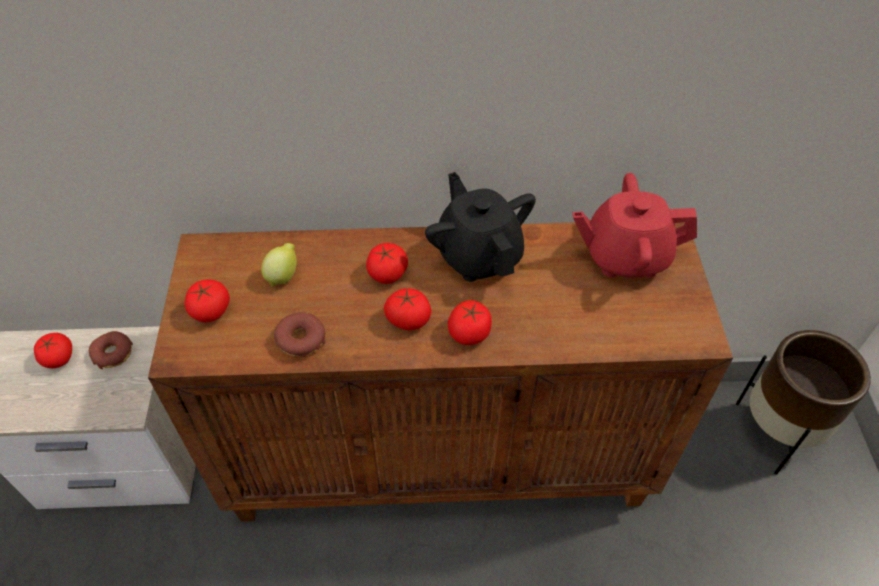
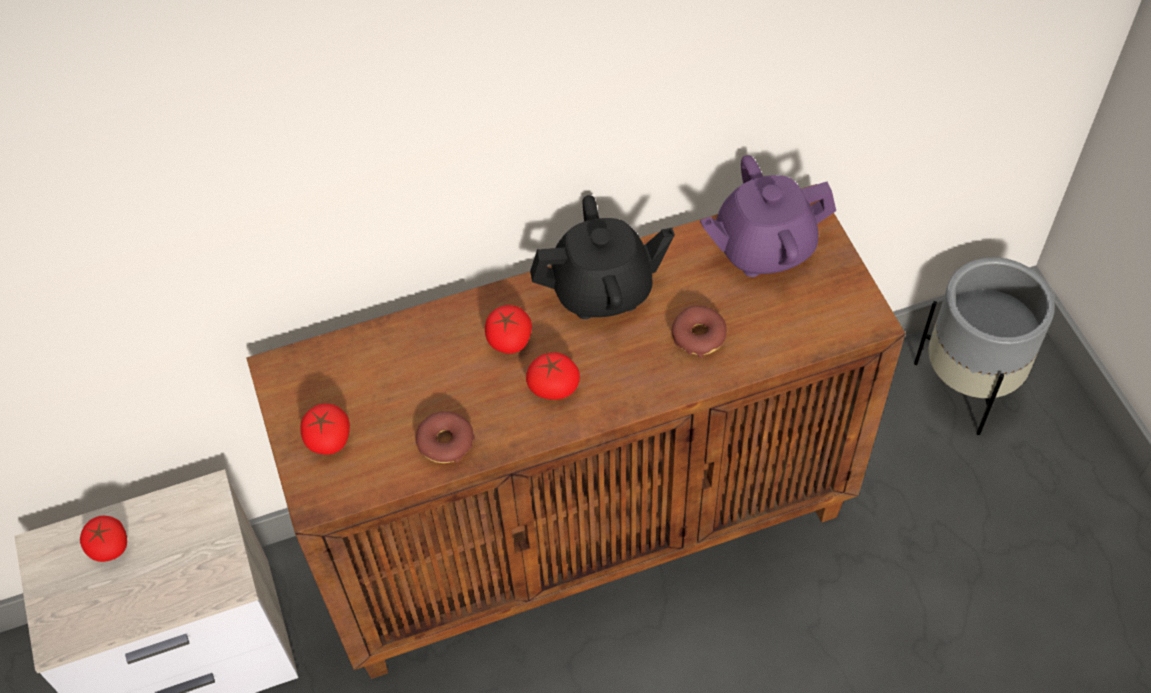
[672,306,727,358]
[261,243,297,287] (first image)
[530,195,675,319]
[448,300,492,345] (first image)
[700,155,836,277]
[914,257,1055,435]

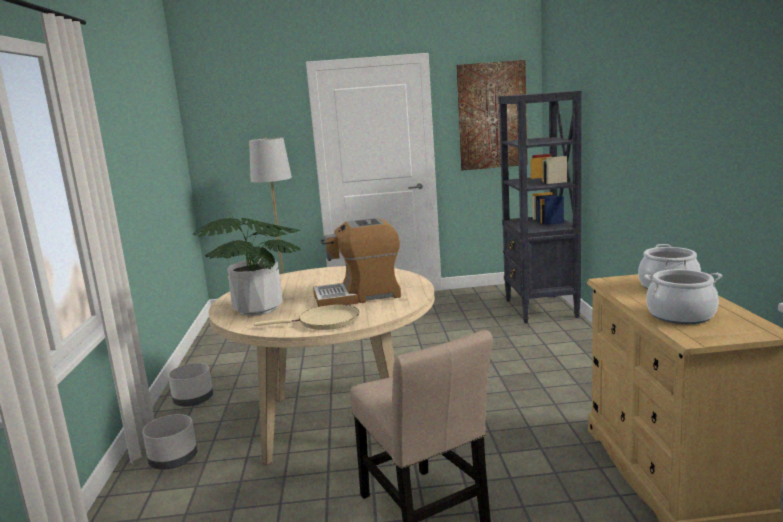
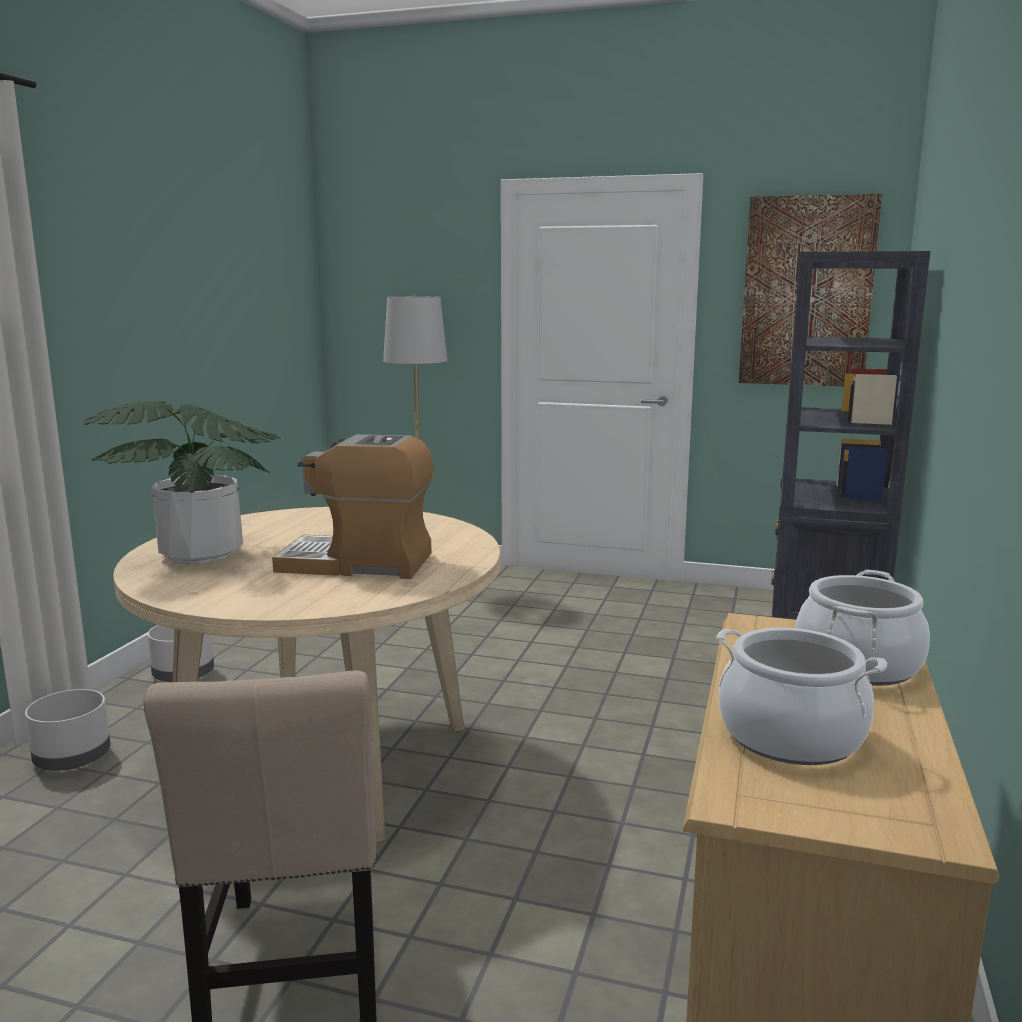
[254,305,359,330] (first image)

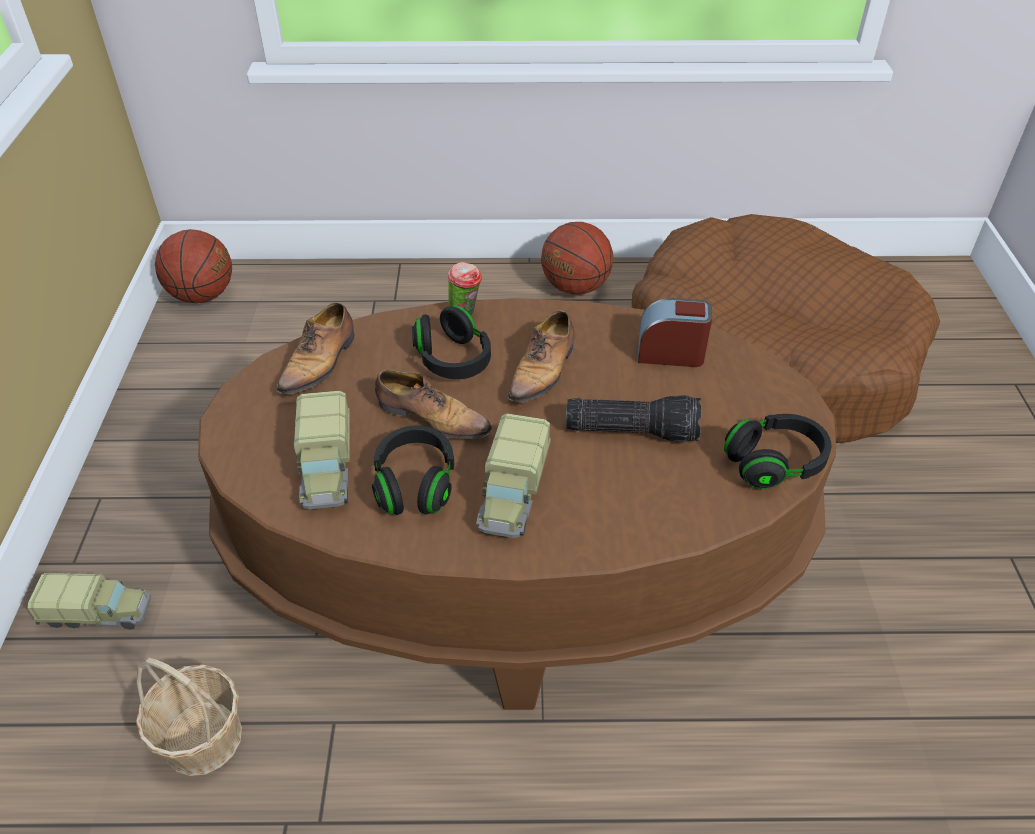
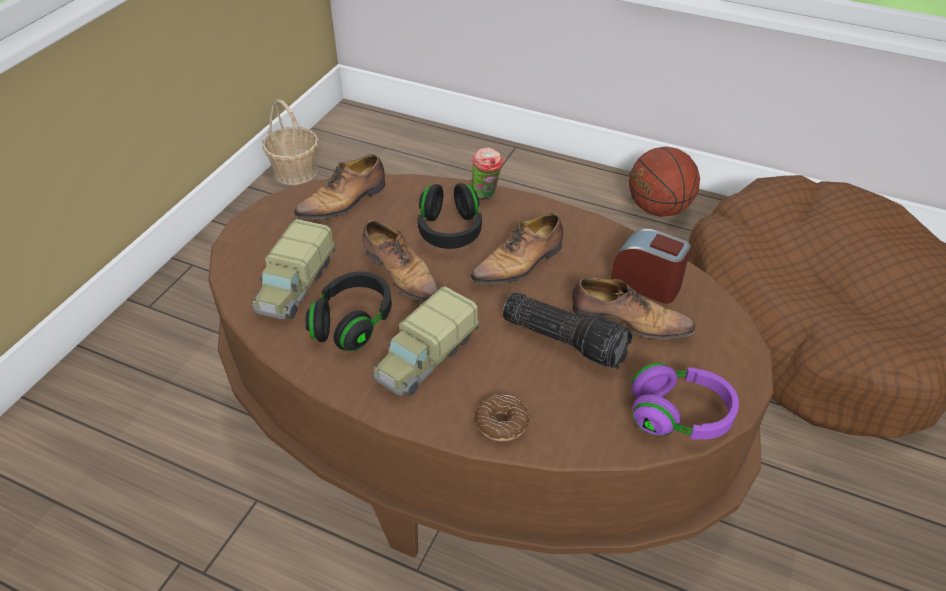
[28,573,151,630] (first image)
[262,99,319,185]
[155,229,232,303] (first image)
[632,363,739,440]
[474,395,530,441]
[572,278,695,339]

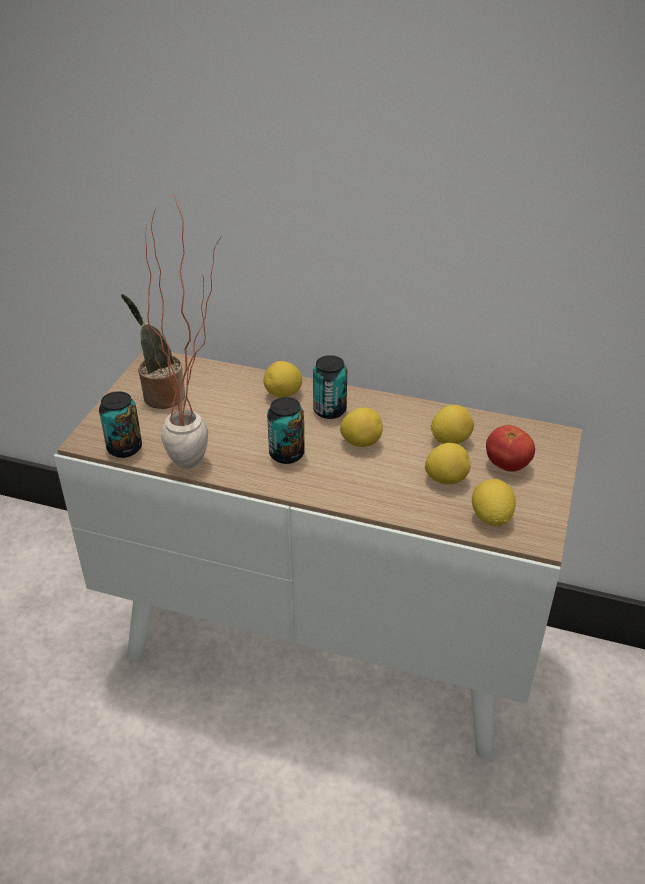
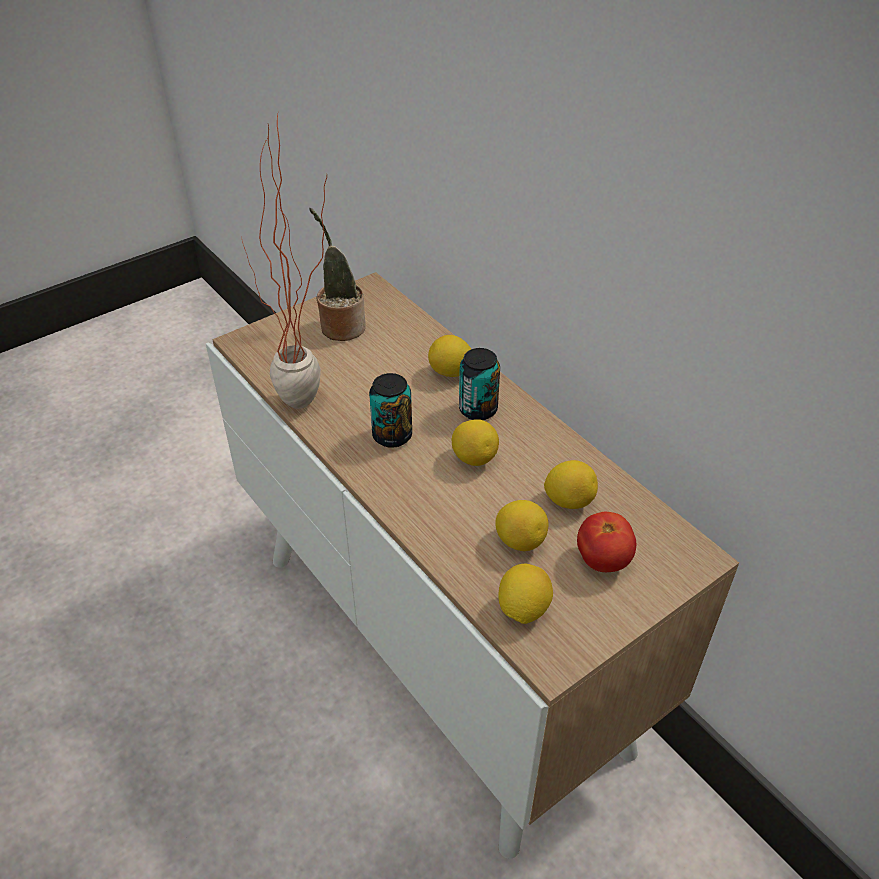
[99,391,142,458] (first image)

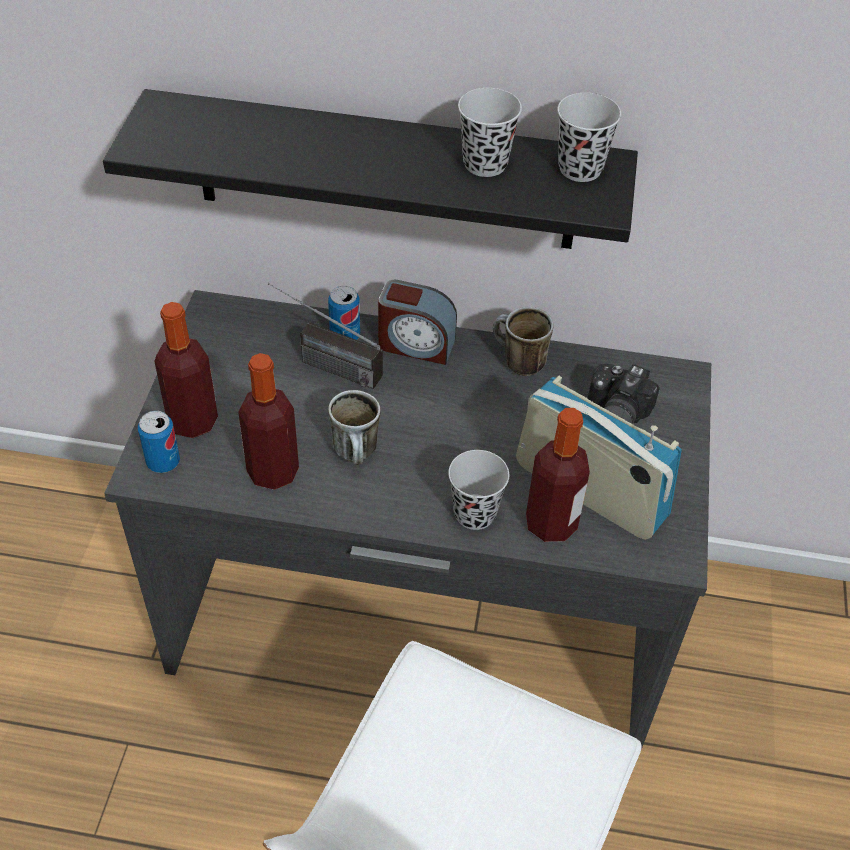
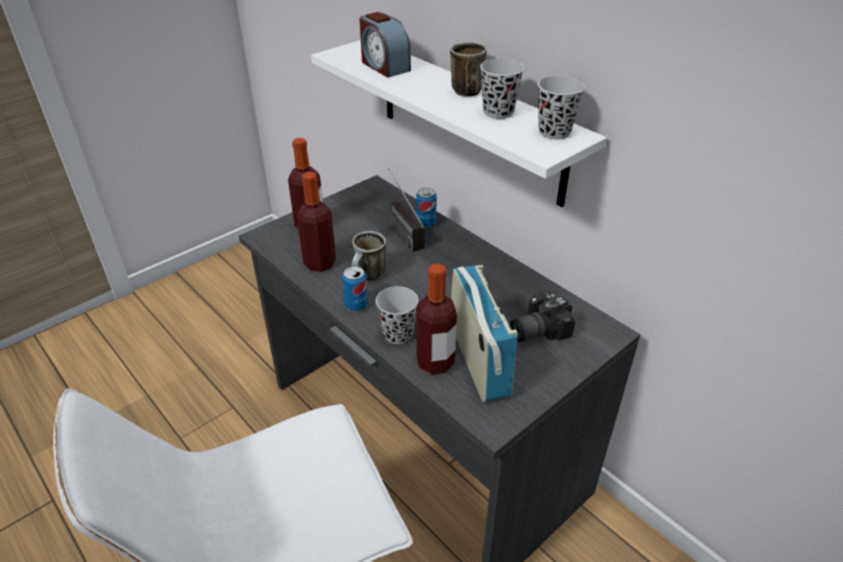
[311,40,607,207]
[342,266,368,311]
[360,12,411,78]
[450,42,487,97]

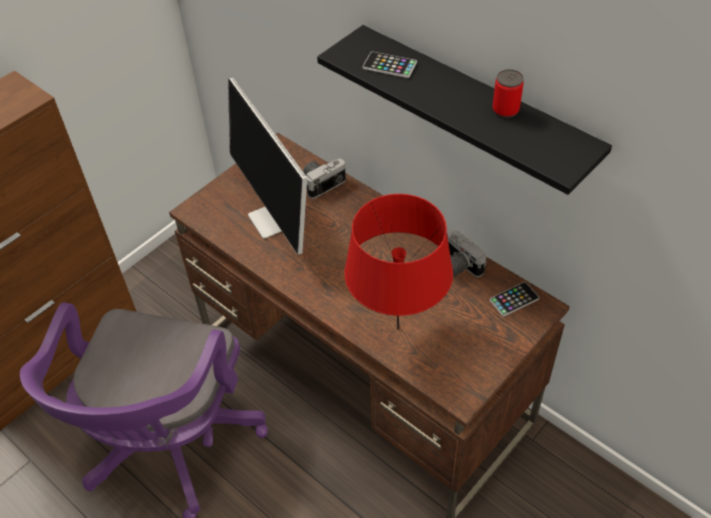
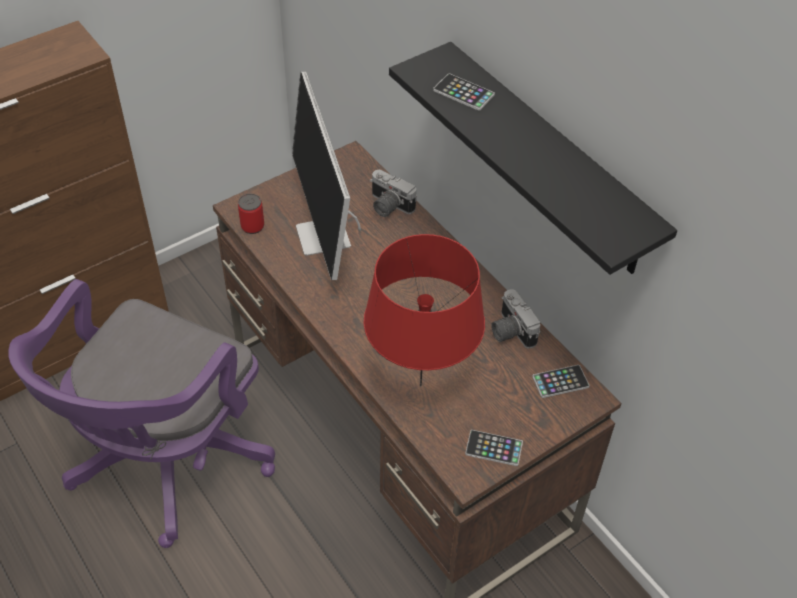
[370,170,417,217]
[238,194,264,234]
[465,430,523,466]

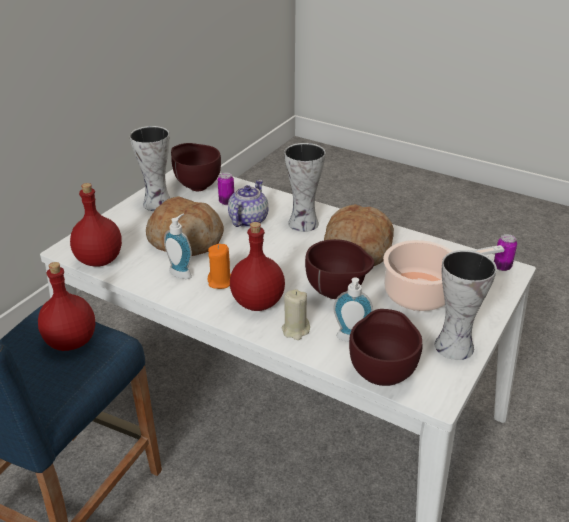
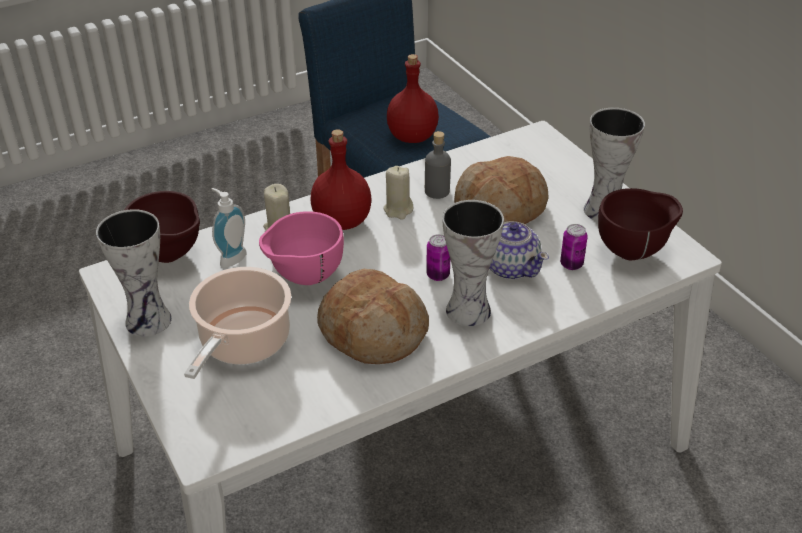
[70,183,122,266] (first image)
[425,131,451,199]
[383,166,413,219]
[259,211,344,285]
[426,234,450,281]

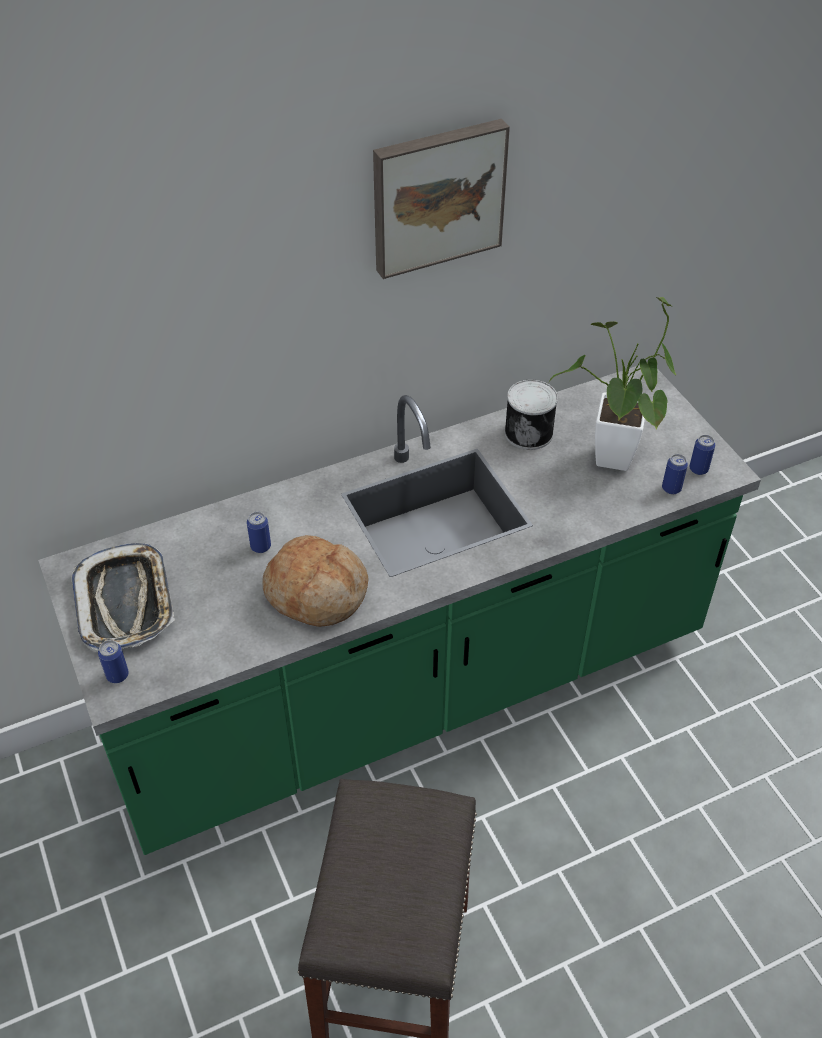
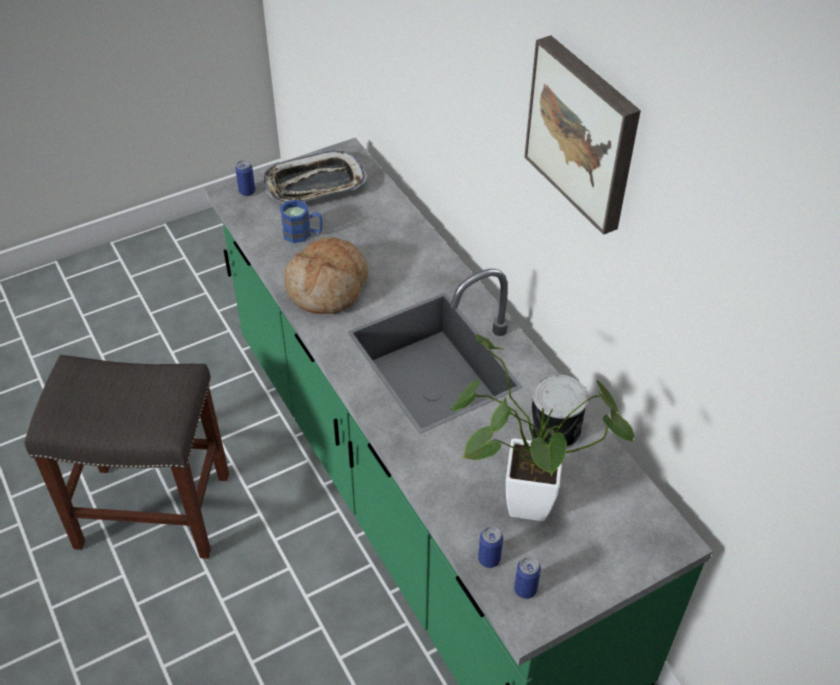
[247,512,271,553] (first image)
[280,200,322,243]

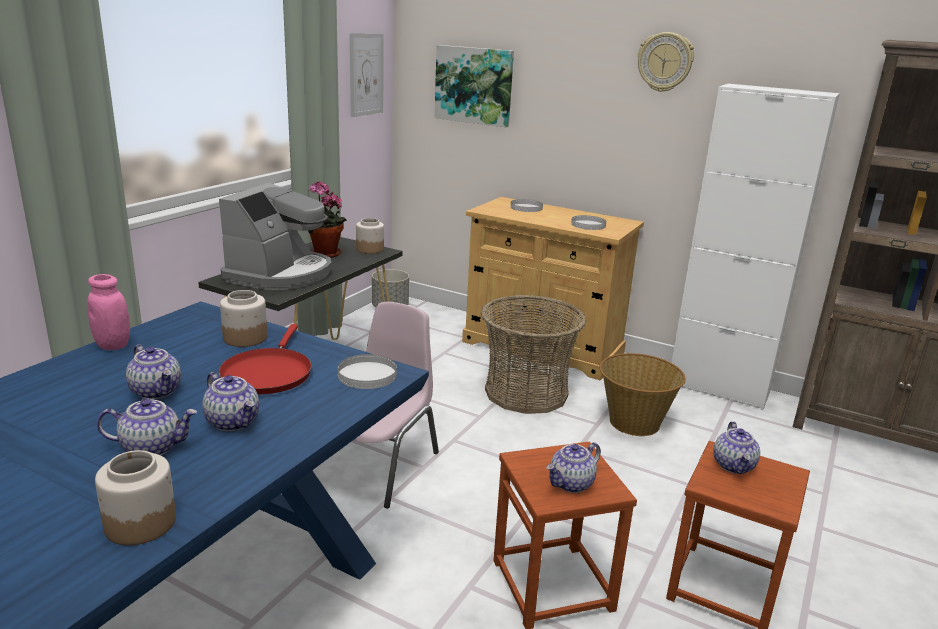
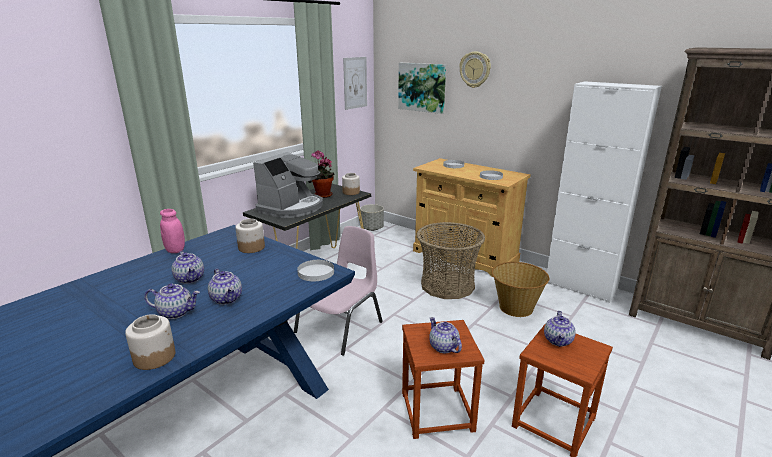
[219,324,312,394] (first image)
[429,317,462,353]
[459,52,491,88]

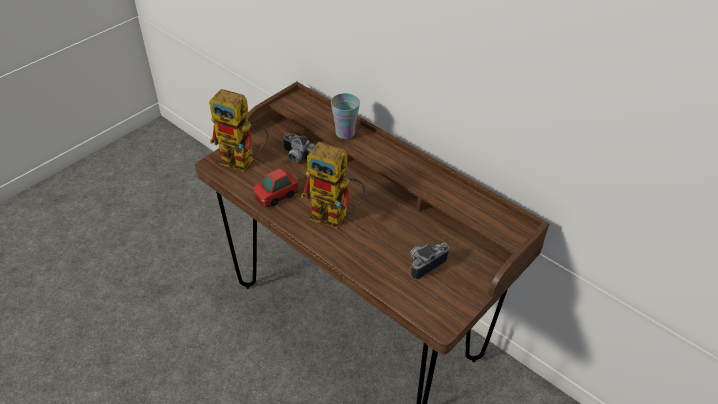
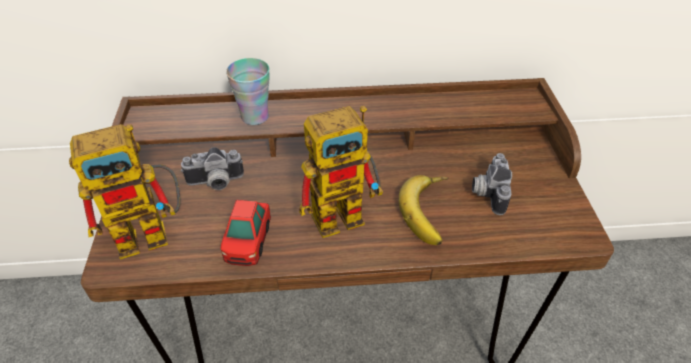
[399,175,448,245]

